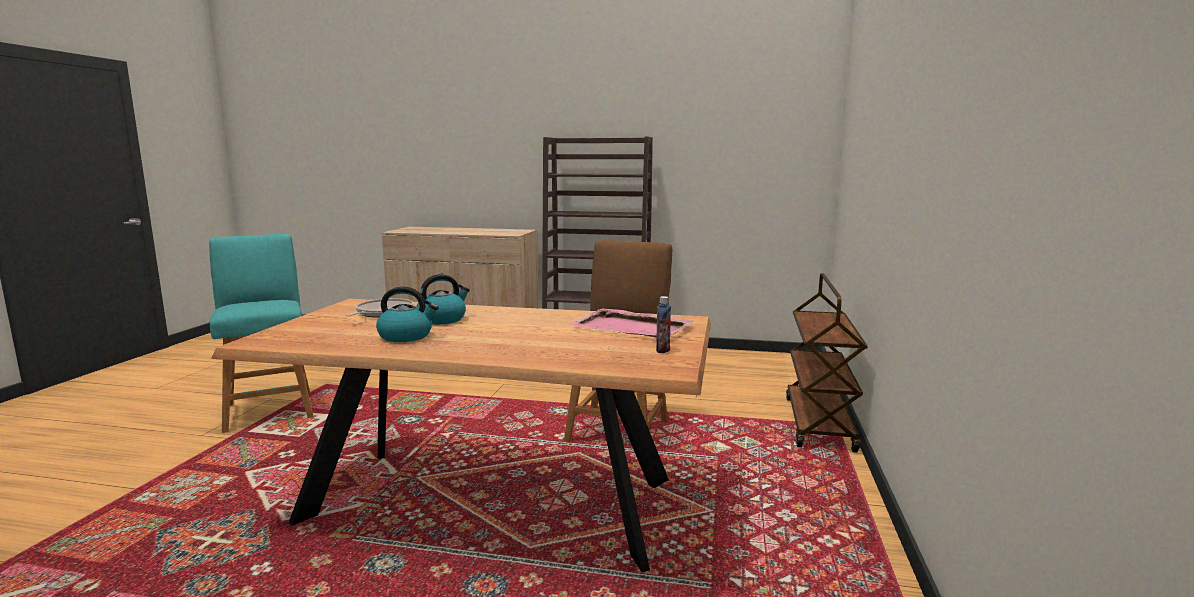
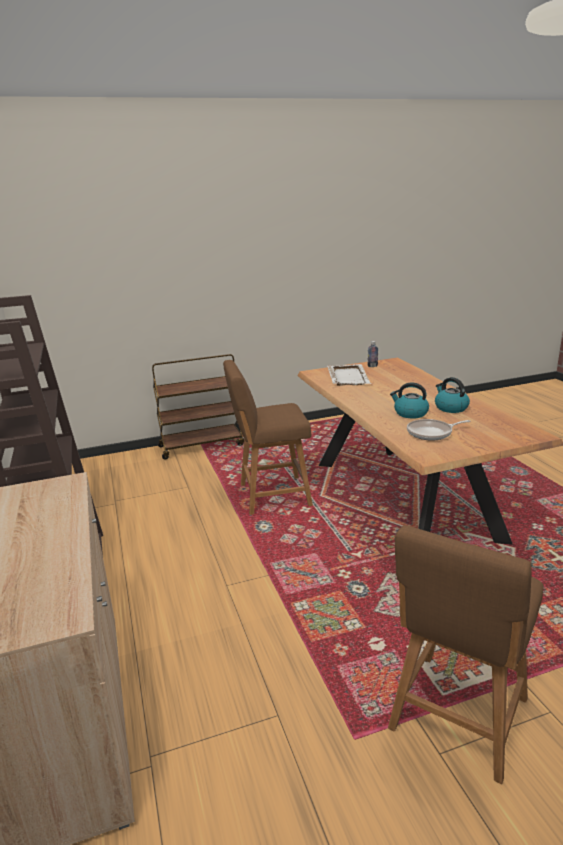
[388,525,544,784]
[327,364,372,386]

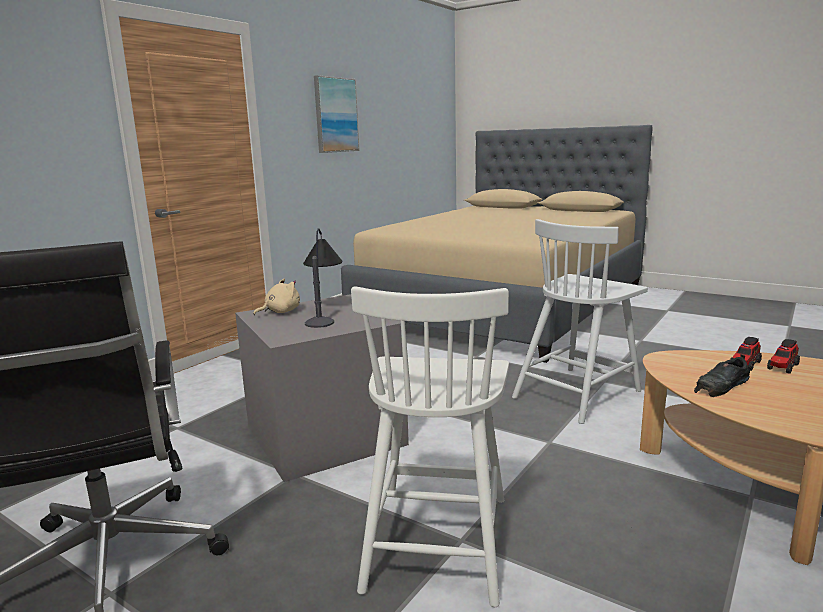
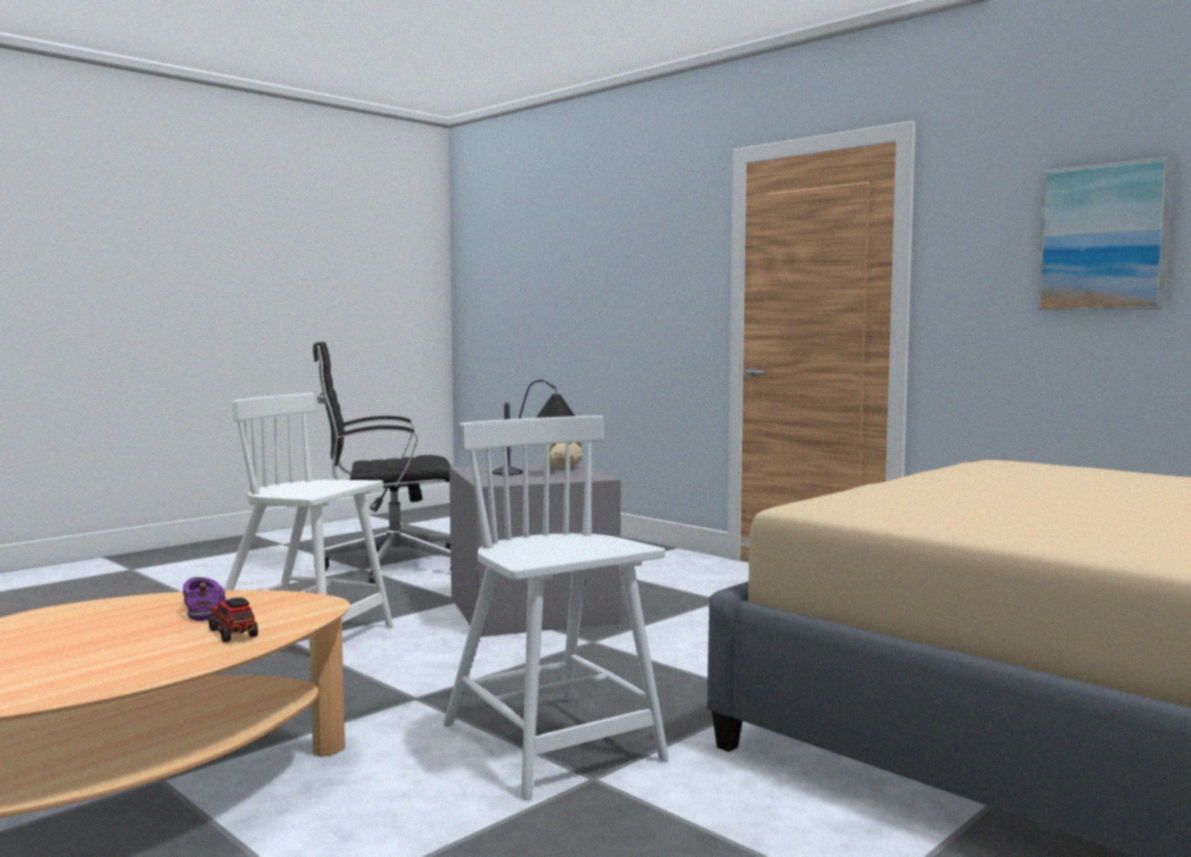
[183,577,226,621]
[767,339,800,374] (first image)

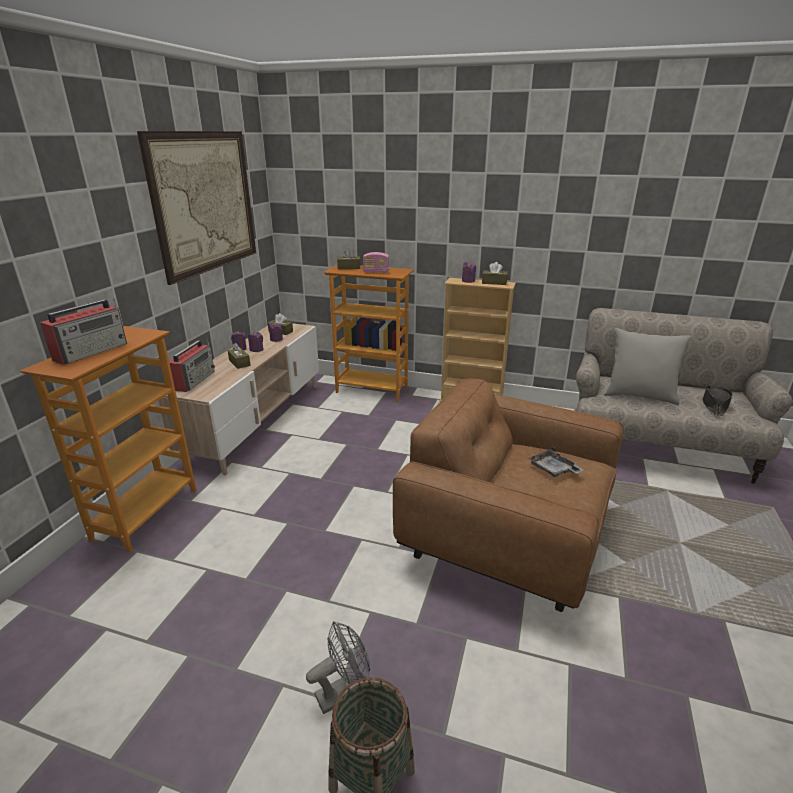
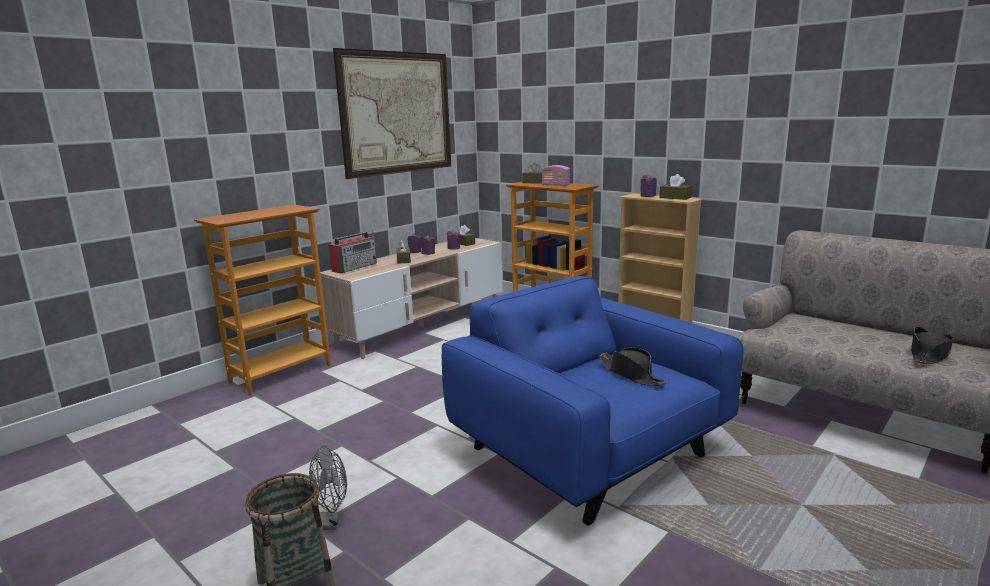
[40,298,127,365] (first image)
[442,276,744,525]
[599,347,667,386]
[604,328,691,405] (first image)

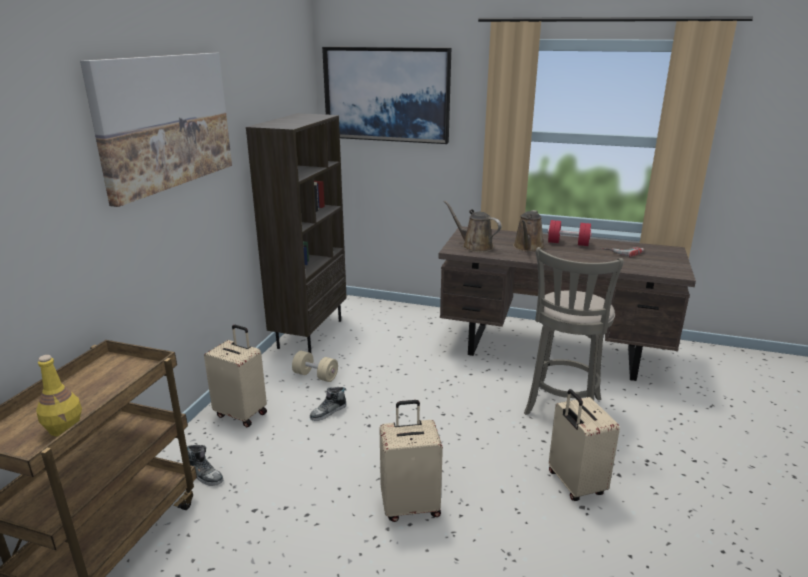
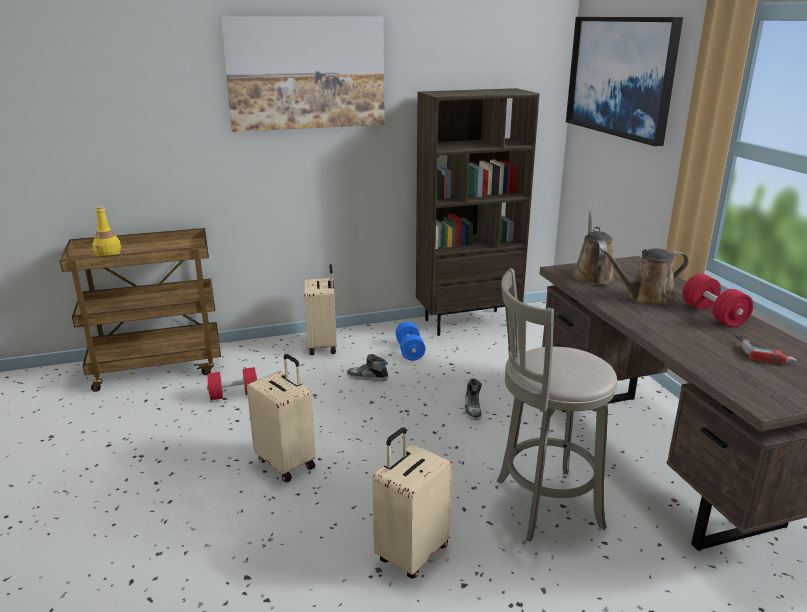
[465,378,482,420]
[395,322,425,361]
[207,367,258,400]

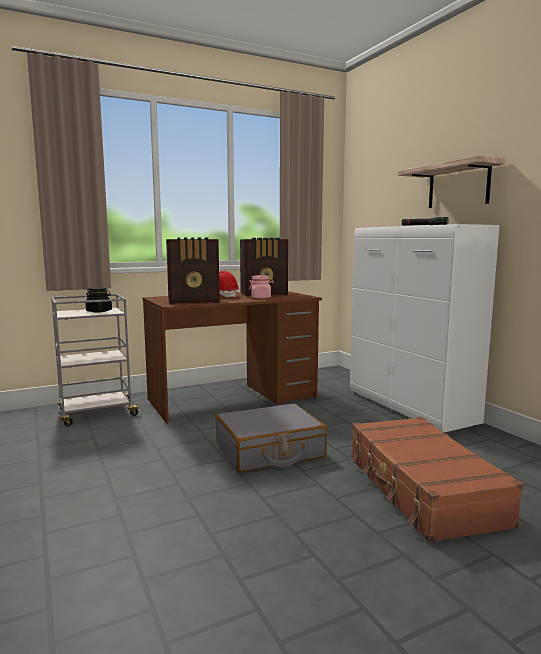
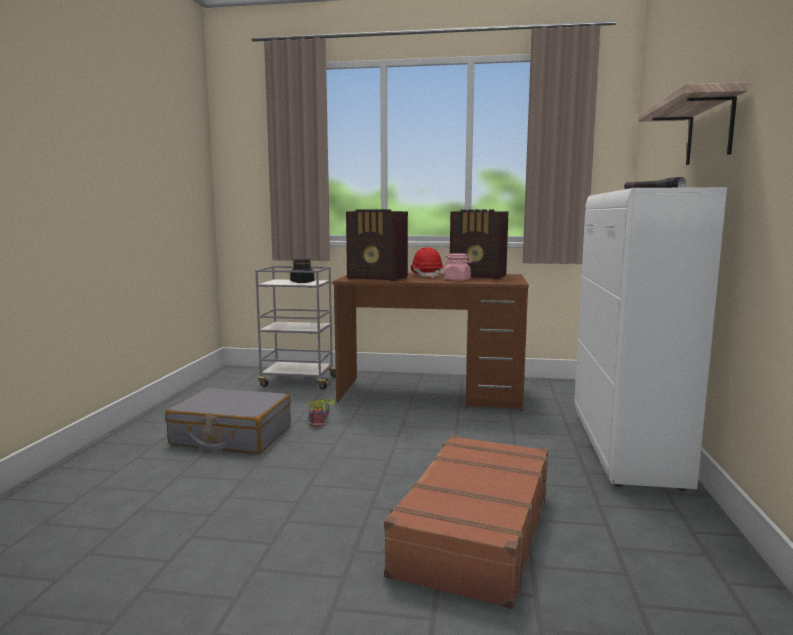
[165,388,291,454]
[306,399,335,427]

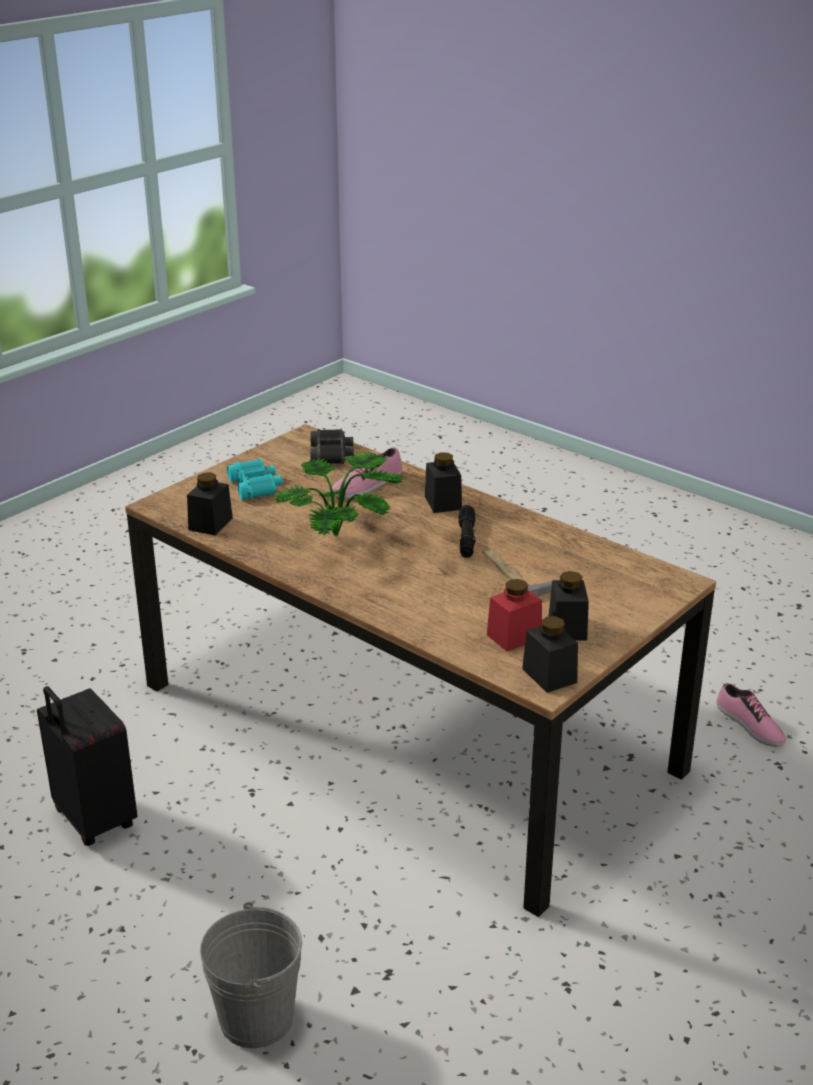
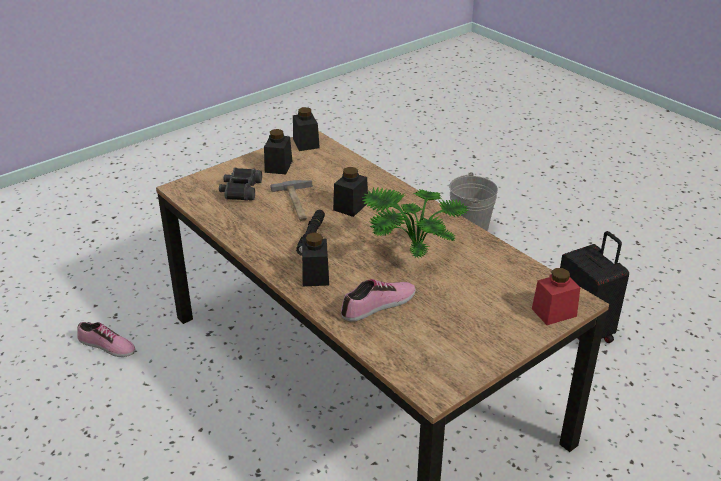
[333,167,368,217]
[227,458,283,499] (first image)
[219,168,262,201]
[532,268,580,325]
[77,322,136,357]

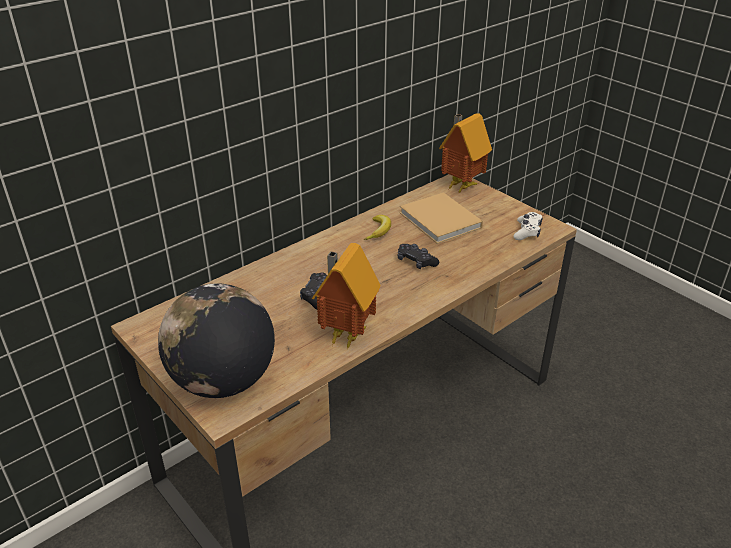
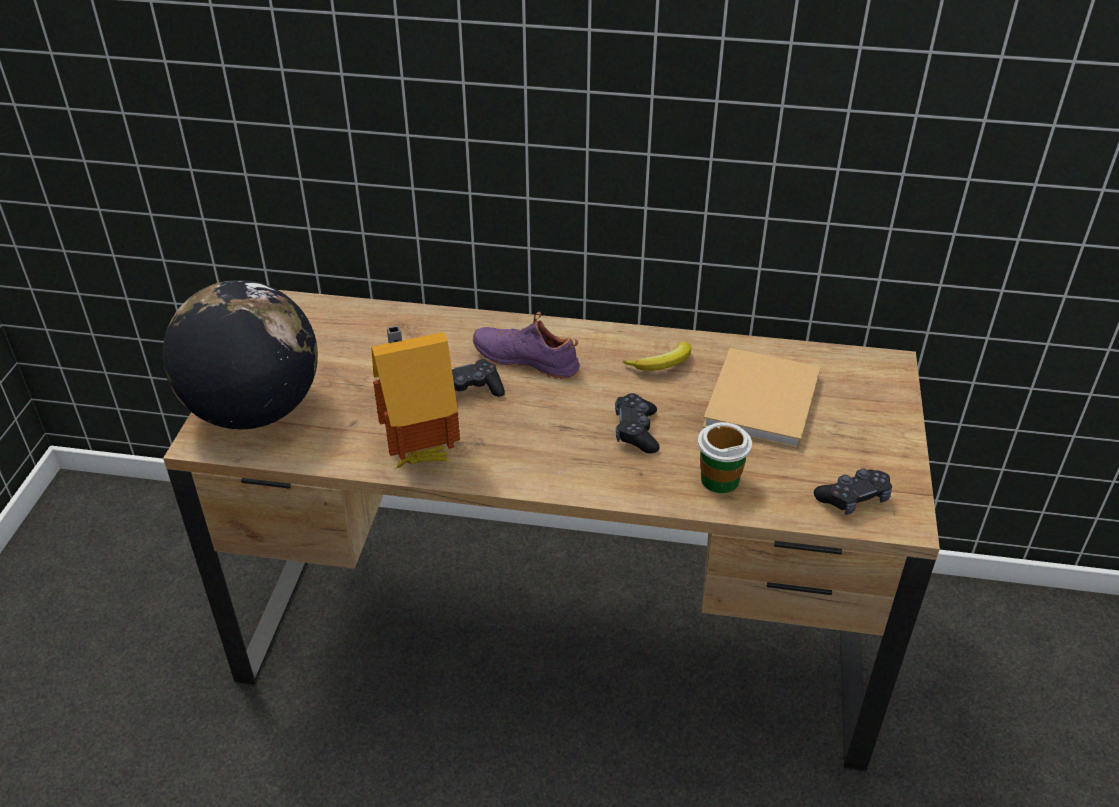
[439,113,492,194] (first image)
[814,469,892,515]
[473,312,580,379]
[698,422,752,493]

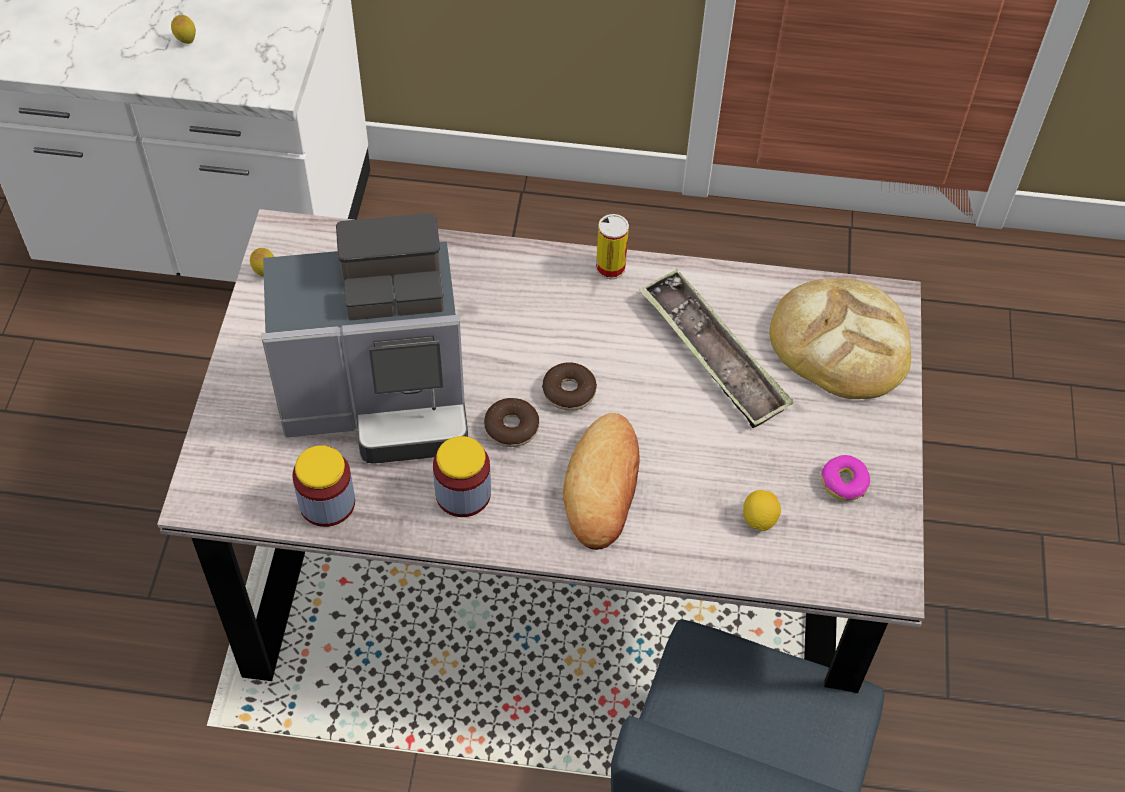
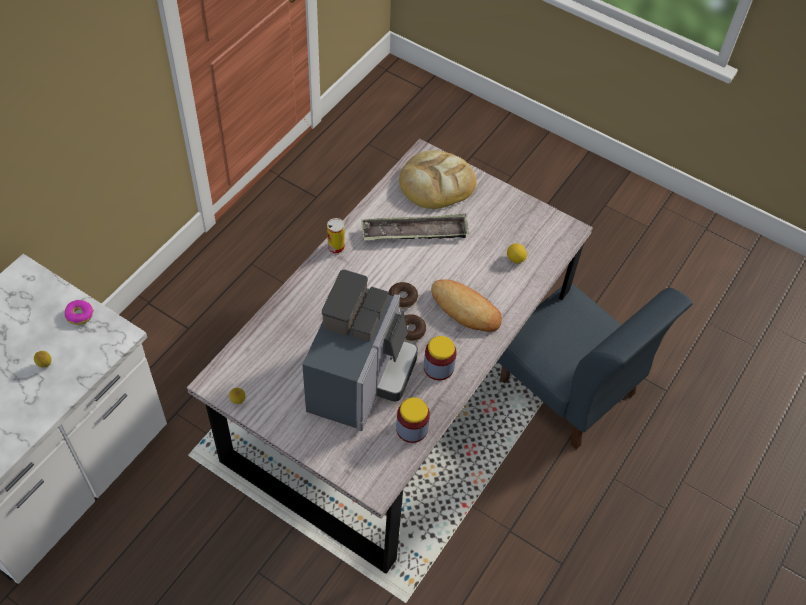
[64,300,94,325]

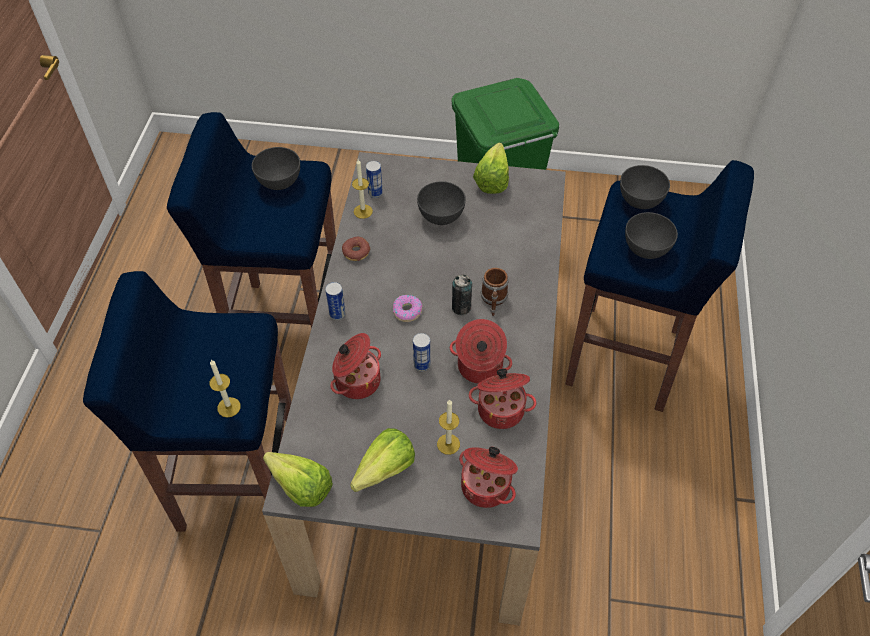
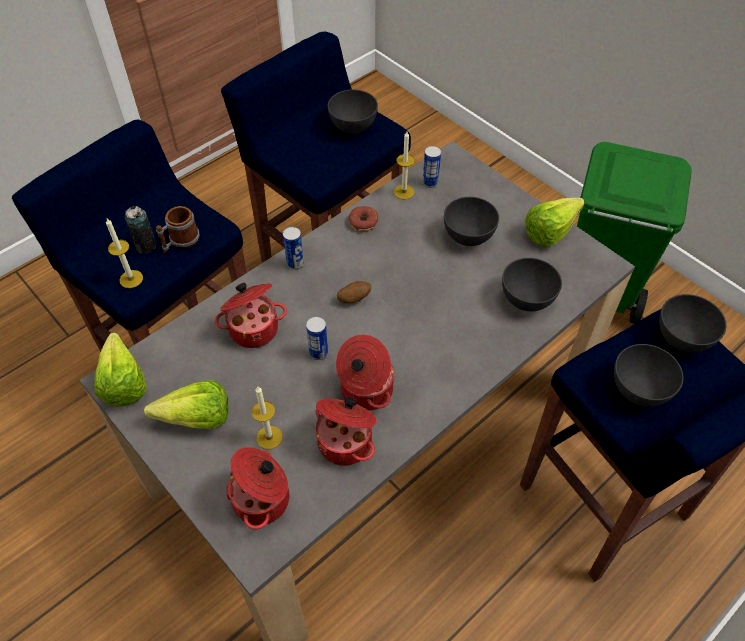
[337,281,371,303]
[125,206,157,253]
[156,206,200,254]
[502,258,562,311]

